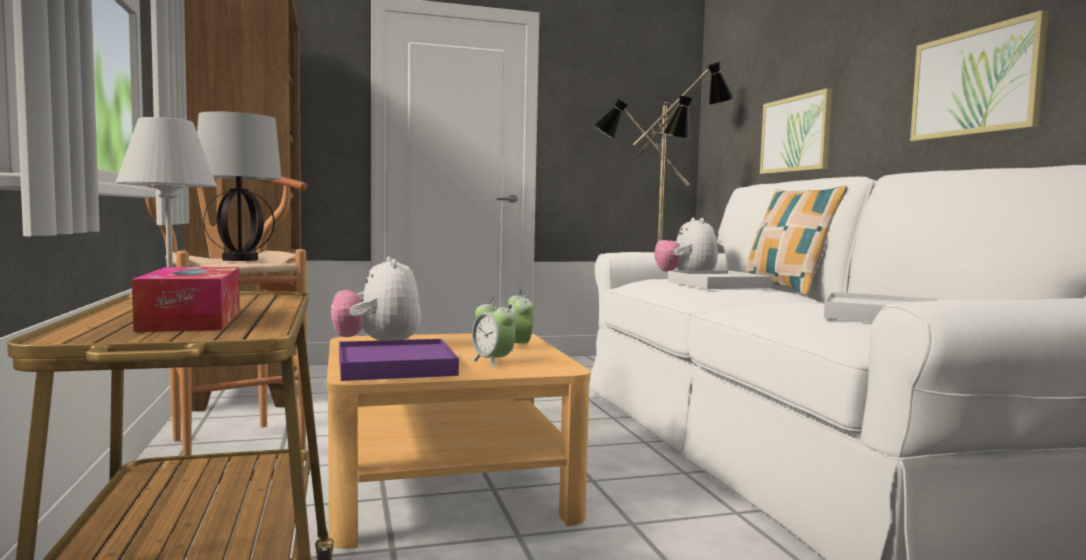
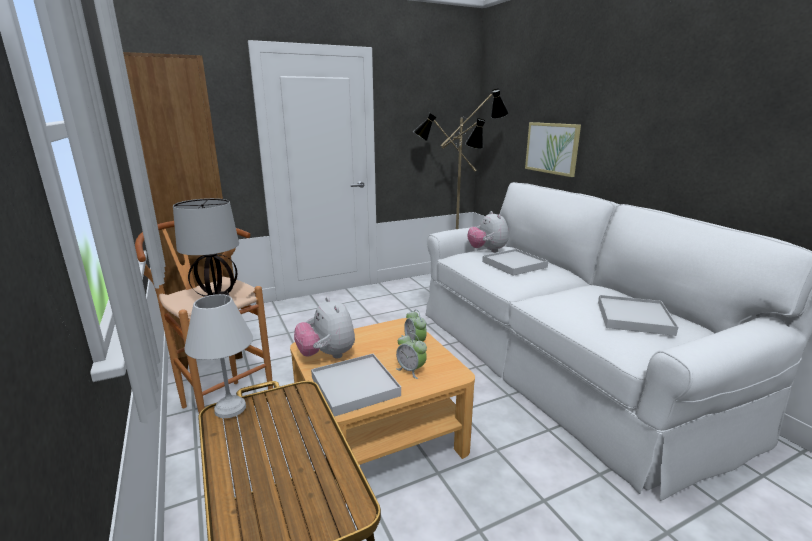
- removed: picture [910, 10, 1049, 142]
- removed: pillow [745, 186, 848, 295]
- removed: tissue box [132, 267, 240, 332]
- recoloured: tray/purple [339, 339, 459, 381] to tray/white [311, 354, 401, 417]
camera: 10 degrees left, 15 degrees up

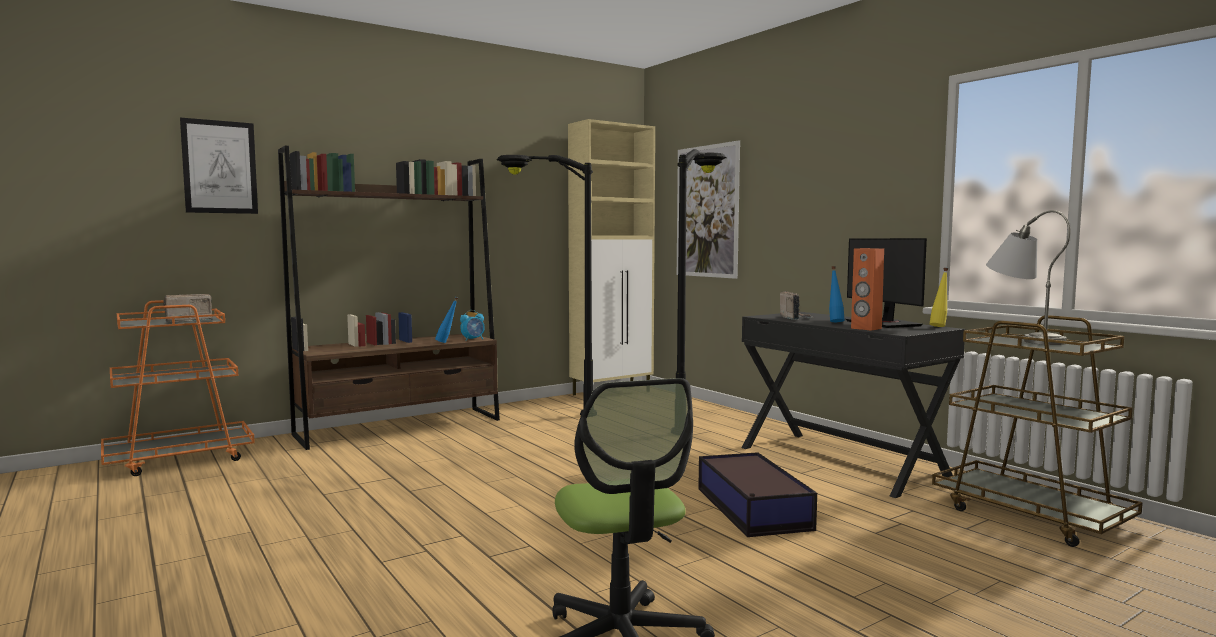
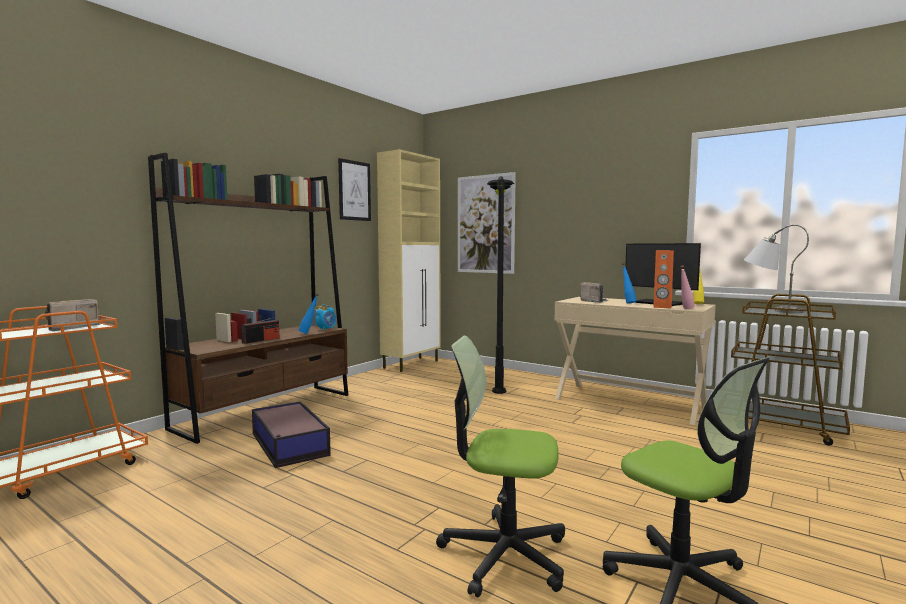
- moved: picture [180, 118, 258, 214] to [338, 158, 371, 221]
- removed: floor lamp/black [496, 155, 594, 415]
- recoloured: desk/black [742, 312, 965, 498] to desk/beige [554, 297, 716, 425]
- moved: storage box [698, 452, 817, 537] to [252, 401, 331, 468]
- added: bottle/pink [680, 265, 695, 309]
- added: radio [241, 317, 279, 344]
- added: office chair [436, 336, 565, 598]
camera: 20 degrees left, 0 degrees up

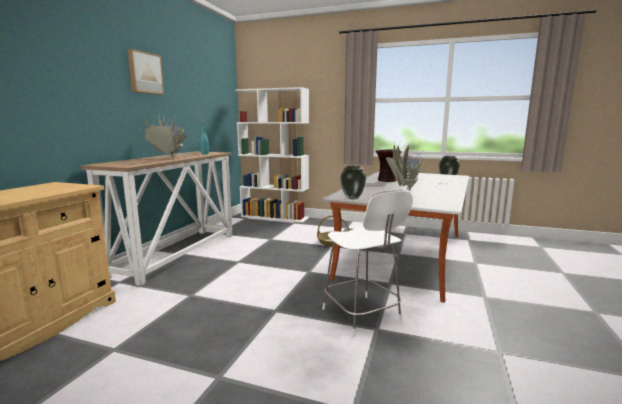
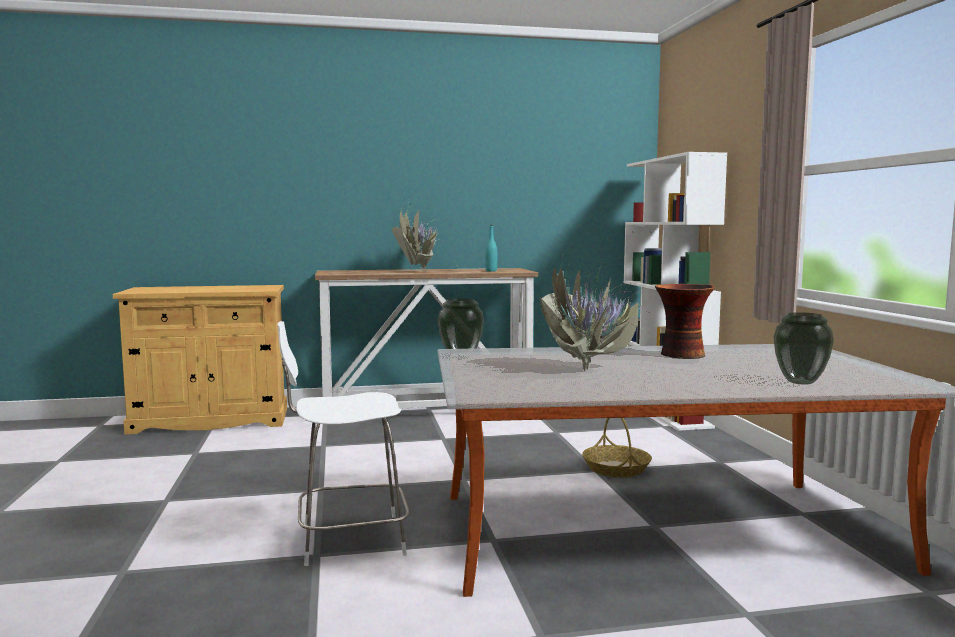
- removed: picture [127, 49, 164, 95]
- turned: chair/white [323, 191, 413, 337] = [277, 321, 410, 566] 45 degrees clockwise
camera: 60 degrees right, 5 degrees down

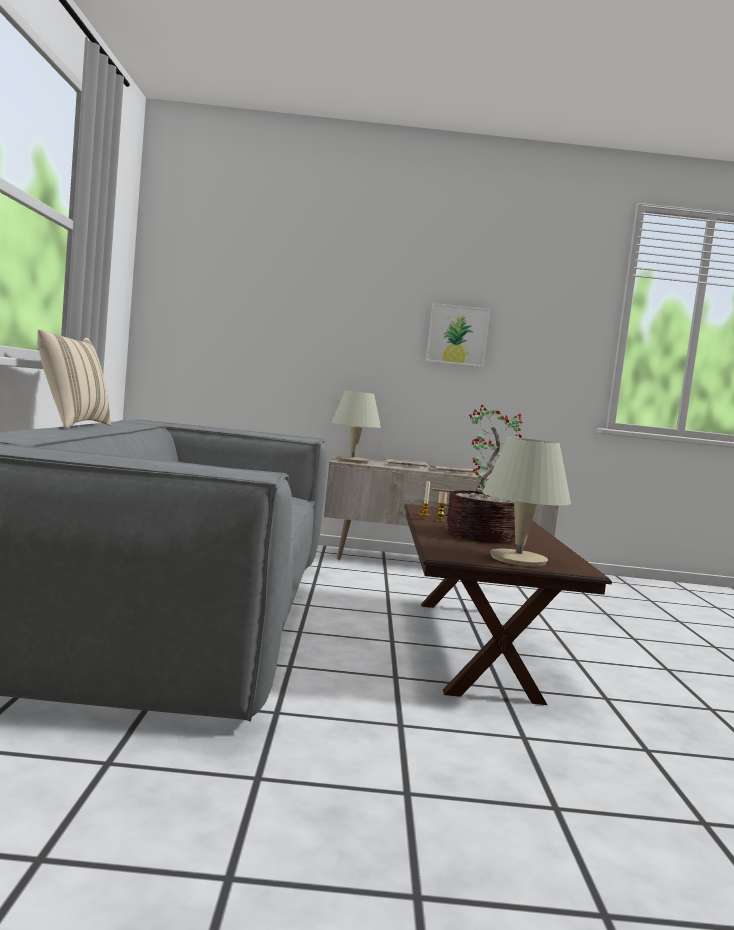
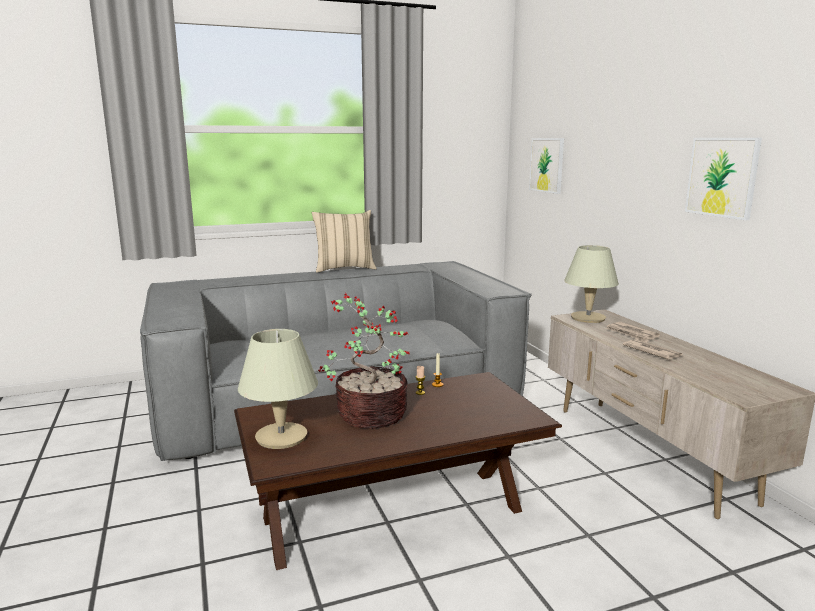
- added: picture [529, 138, 564, 194]
camera: 70 degrees right, 10 degrees up

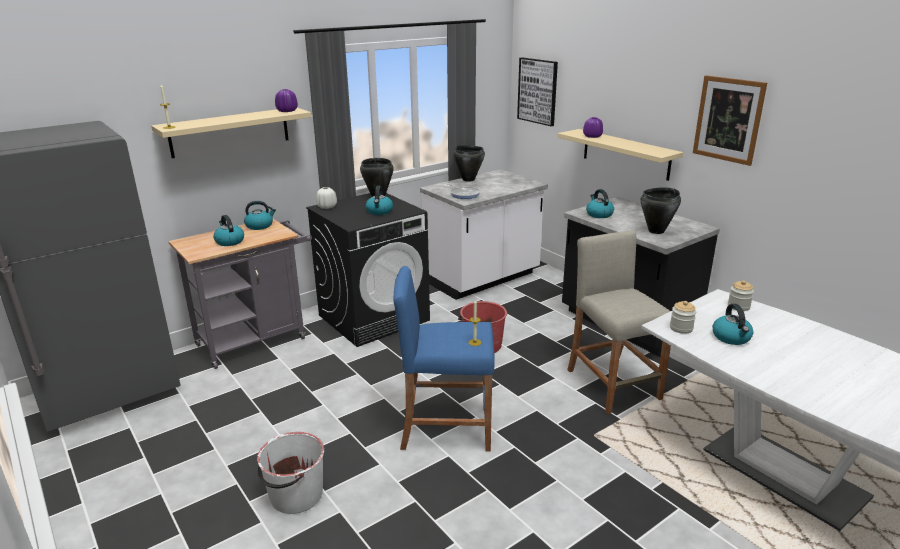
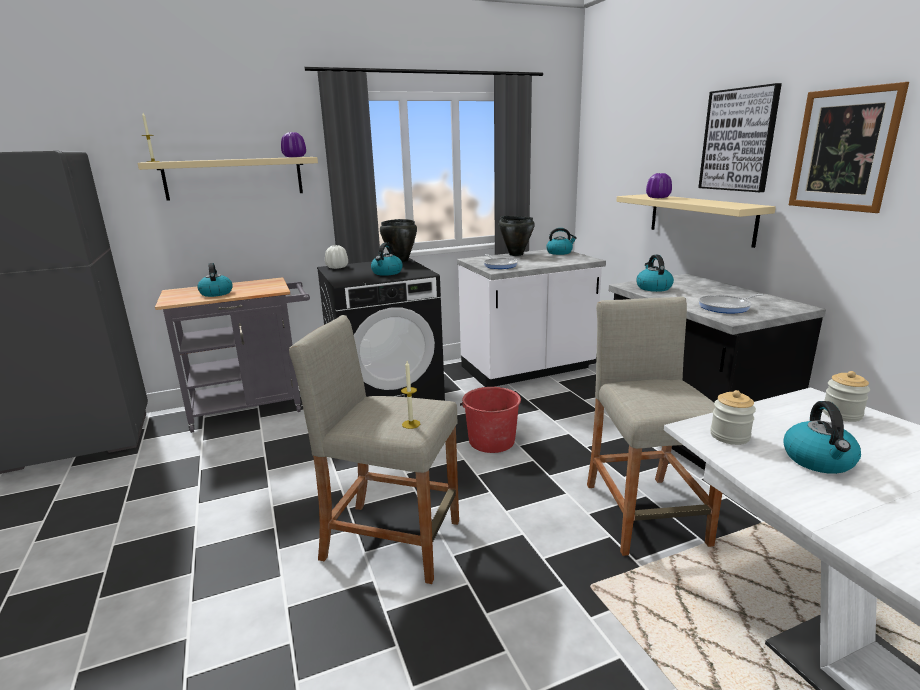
- moved: picture [517, 57, 558, 126] to [698, 83, 782, 192]
- replaced: cooking pot/black [641, 187, 681, 234] to frying pan [698, 294, 764, 314]
- moved: kettle [244, 201, 276, 230] to [546, 228, 577, 255]
- recoloured: stool/blue [394, 266, 495, 452] to stool/beige [289, 315, 459, 584]
- removed: bucket/white [257, 432, 324, 514]
camera: 15 degrees right, 5 degrees down

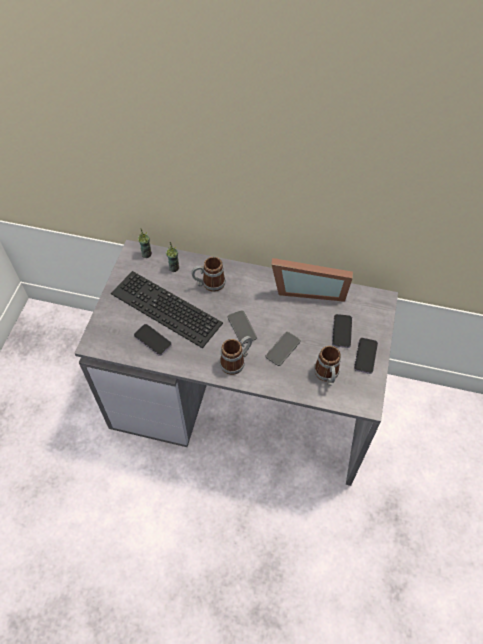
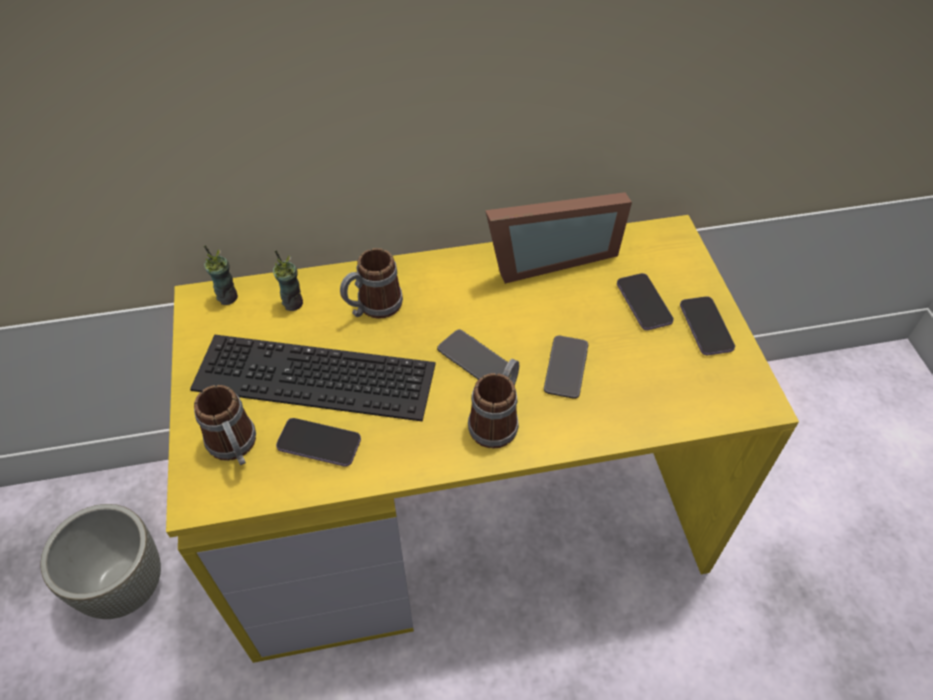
- recoloured: desk/grey [75, 240, 398, 486] to desk/yellow [166, 215, 799, 663]
- moved: mug [314, 346, 341, 386] to [194, 385, 256, 465]
- added: planter/grey [40, 504, 161, 619]
camera: 25 degrees left, 5 degrees down

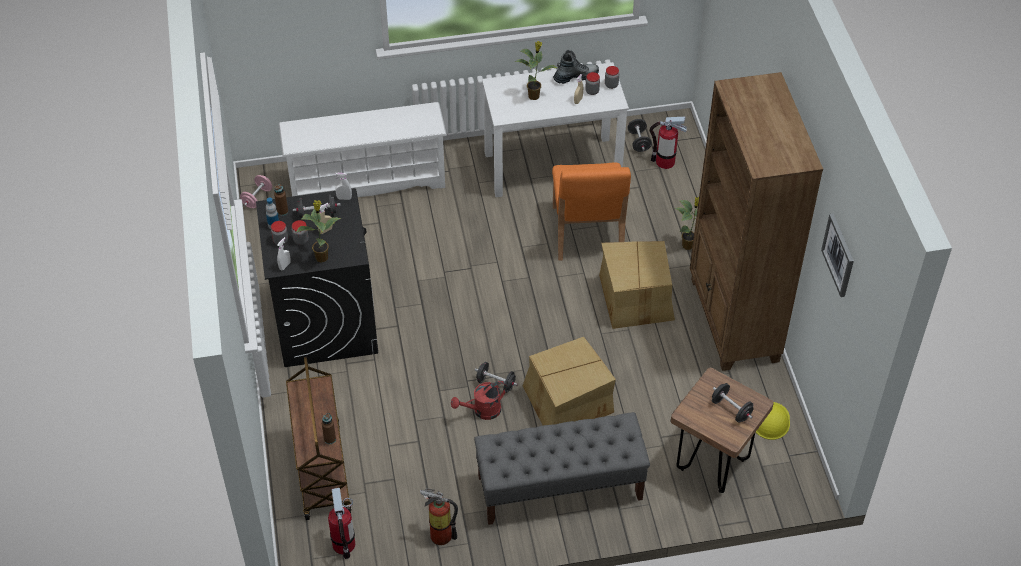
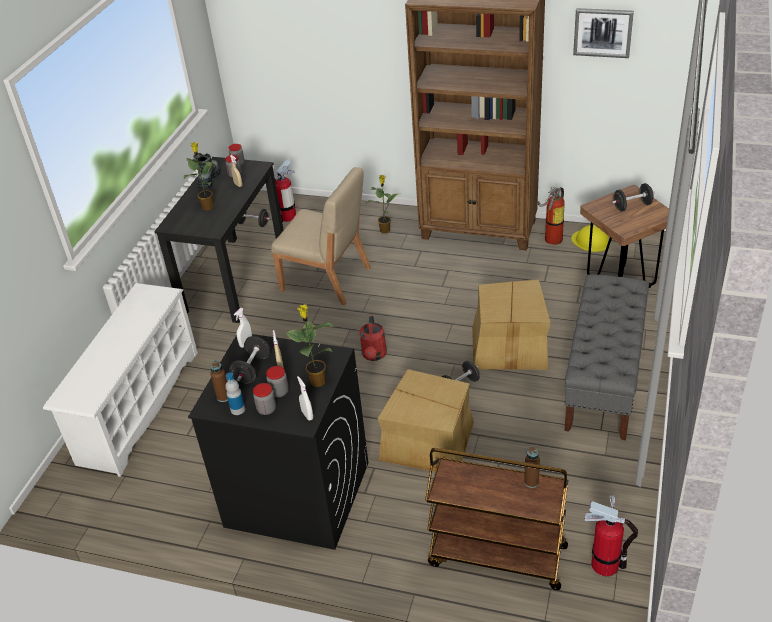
- recoloured: desk/white [482, 62, 629, 197] to desk/black [154, 157, 283, 323]
- recoloured: chair/orange [552, 162, 631, 260] to chair/beige [271, 167, 371, 306]
- removed: dumbbell/pink [240, 175, 272, 208]
- moved: cardboard box [599, 241, 675, 329] to [377, 369, 474, 472]
- moved: watering can/red [451, 381, 507, 420] to [359, 316, 387, 361]
- moved: fire extinguisher [420, 488, 458, 545] to [538, 187, 565, 245]
camera: 60 degrees left, 10 degrees down

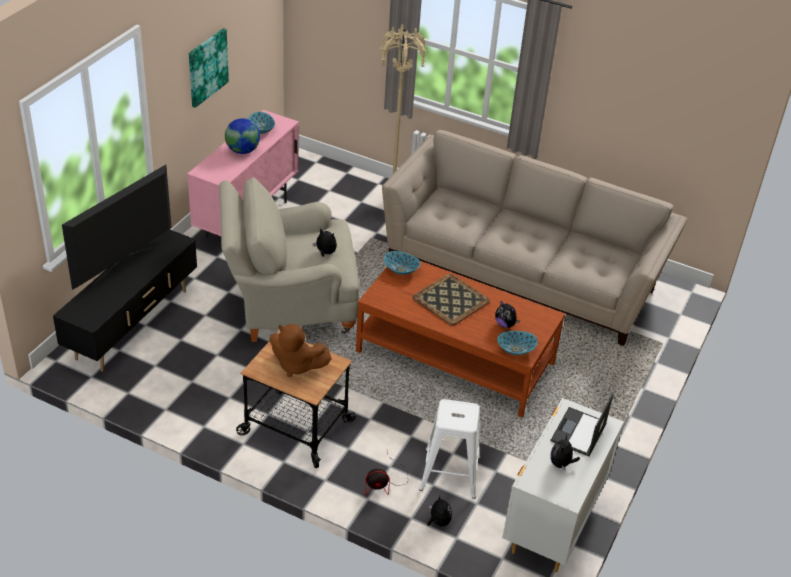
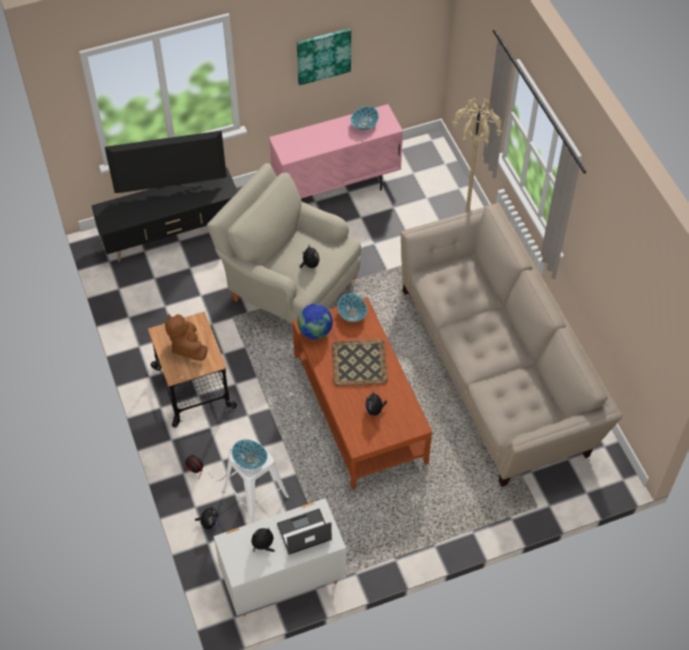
- moved: globe [225, 119, 260, 154] to [297, 304, 333, 339]
- moved: bowl [497, 331, 538, 355] to [232, 439, 268, 469]
camera: 45 degrees right, 15 degrees up

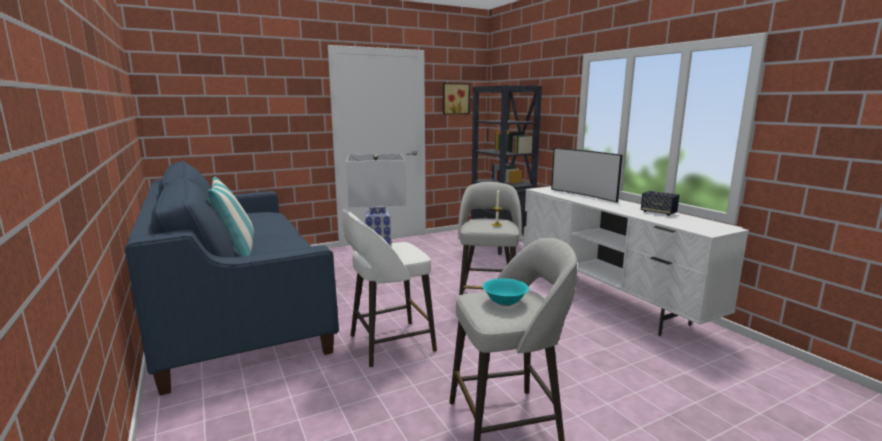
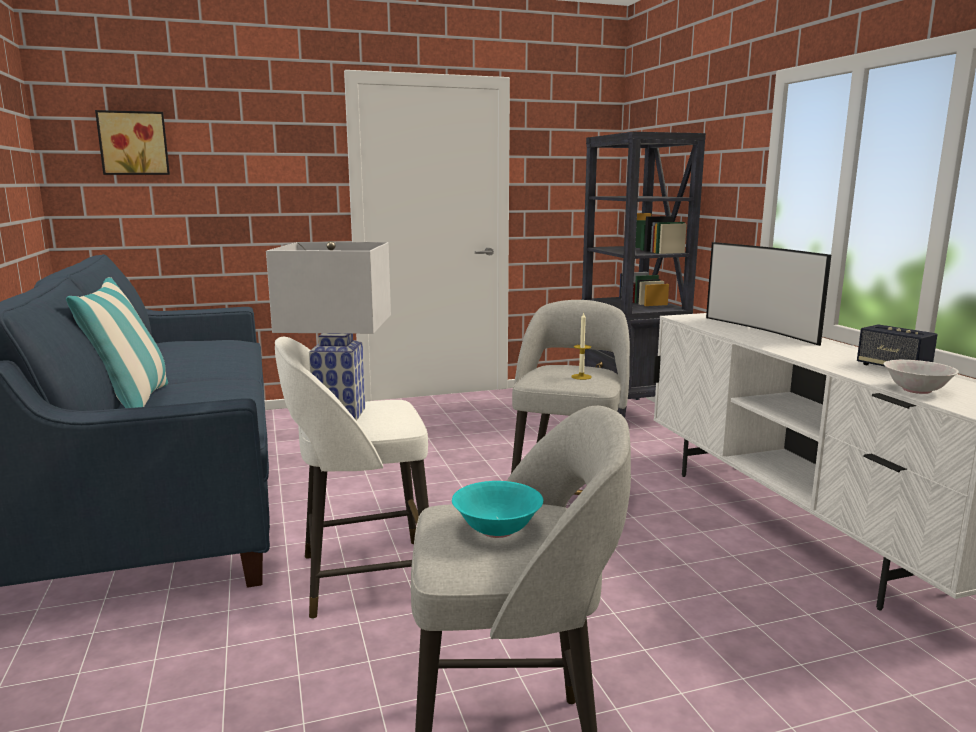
- moved: picture [443, 83, 470, 114] to [95, 110, 170, 175]
- added: bowl/white [884, 360, 959, 394]
camera: 10 degrees right, 0 degrees up

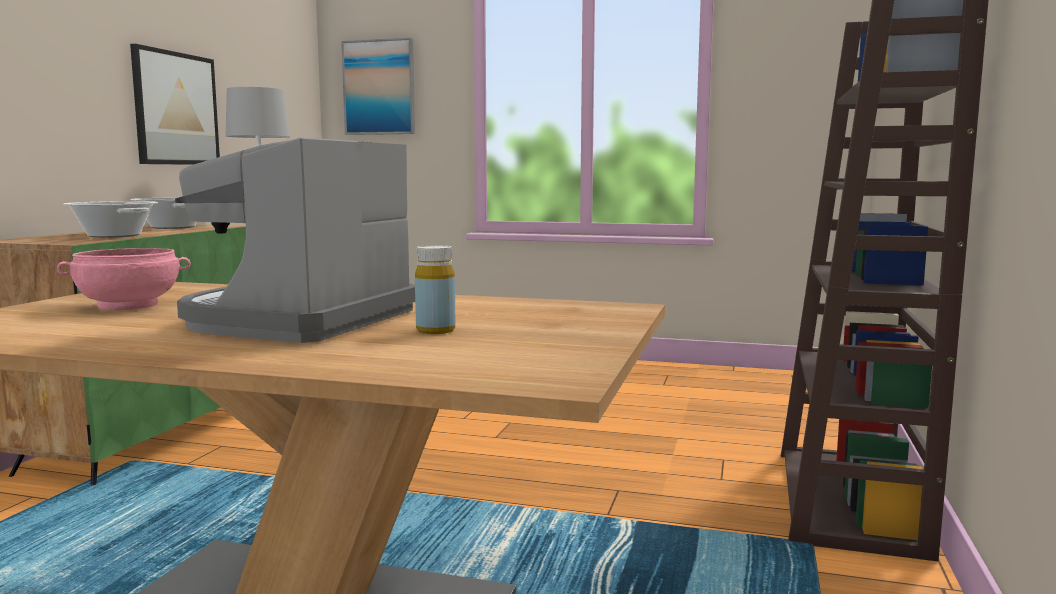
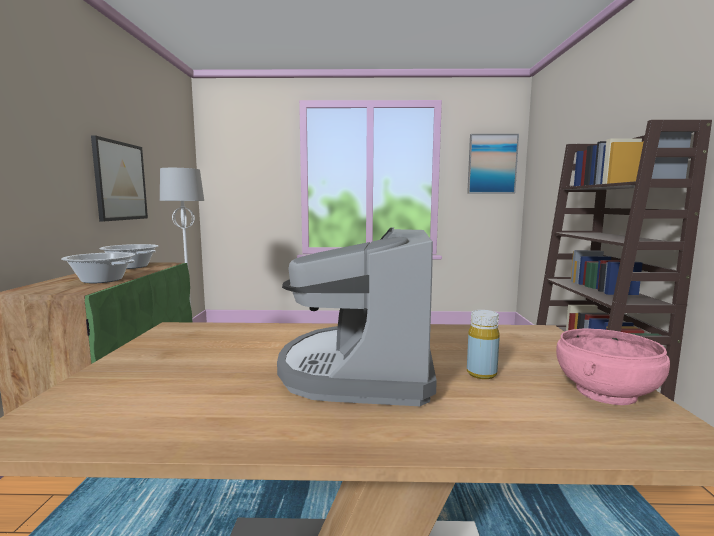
- moved: picture [341, 38, 415, 135] to [467, 134, 519, 194]
- moved: bowl/pink [57, 248, 191, 310] to [556, 329, 670, 405]
camera: 15 degrees left, 0 degrees up

